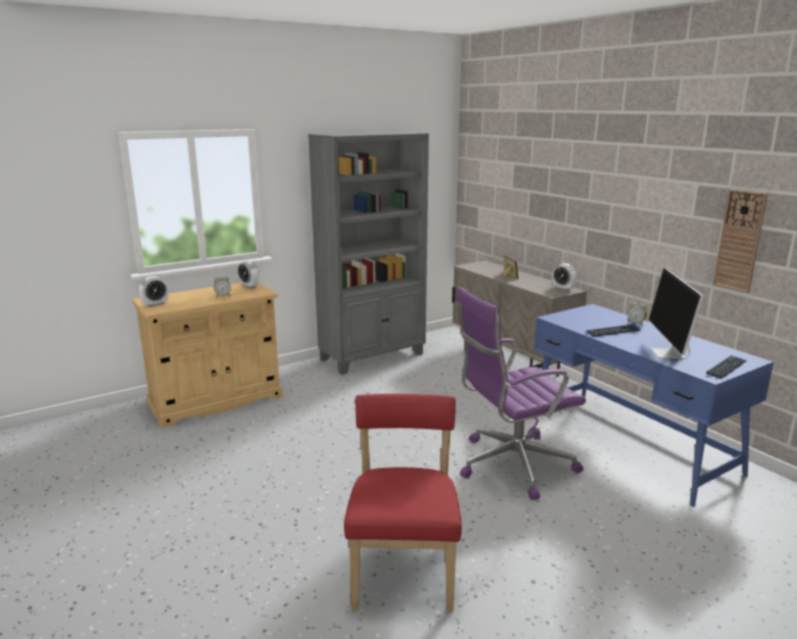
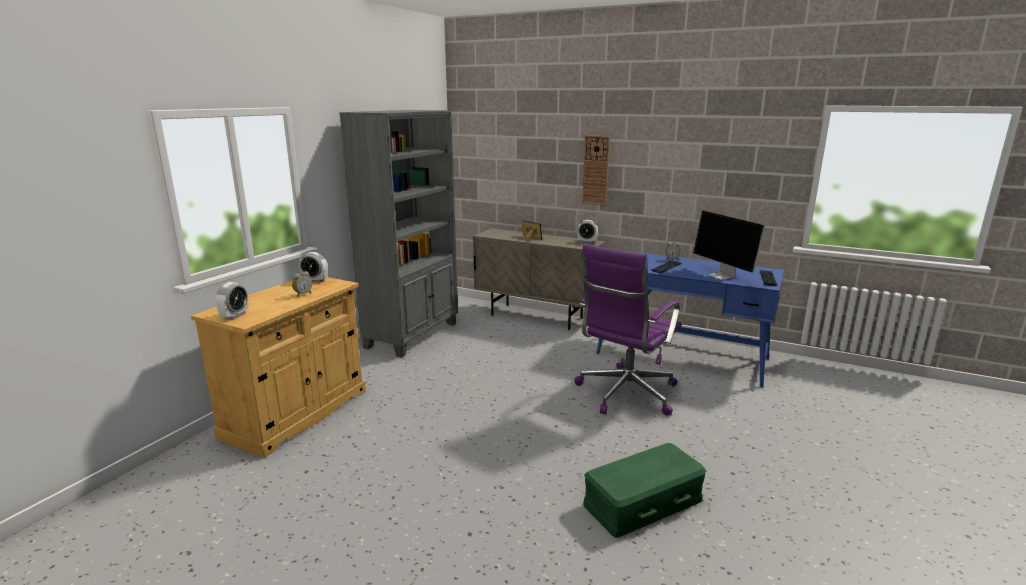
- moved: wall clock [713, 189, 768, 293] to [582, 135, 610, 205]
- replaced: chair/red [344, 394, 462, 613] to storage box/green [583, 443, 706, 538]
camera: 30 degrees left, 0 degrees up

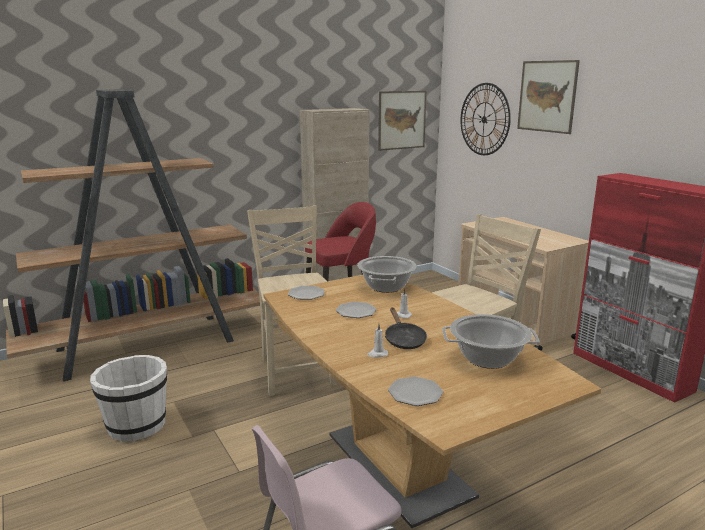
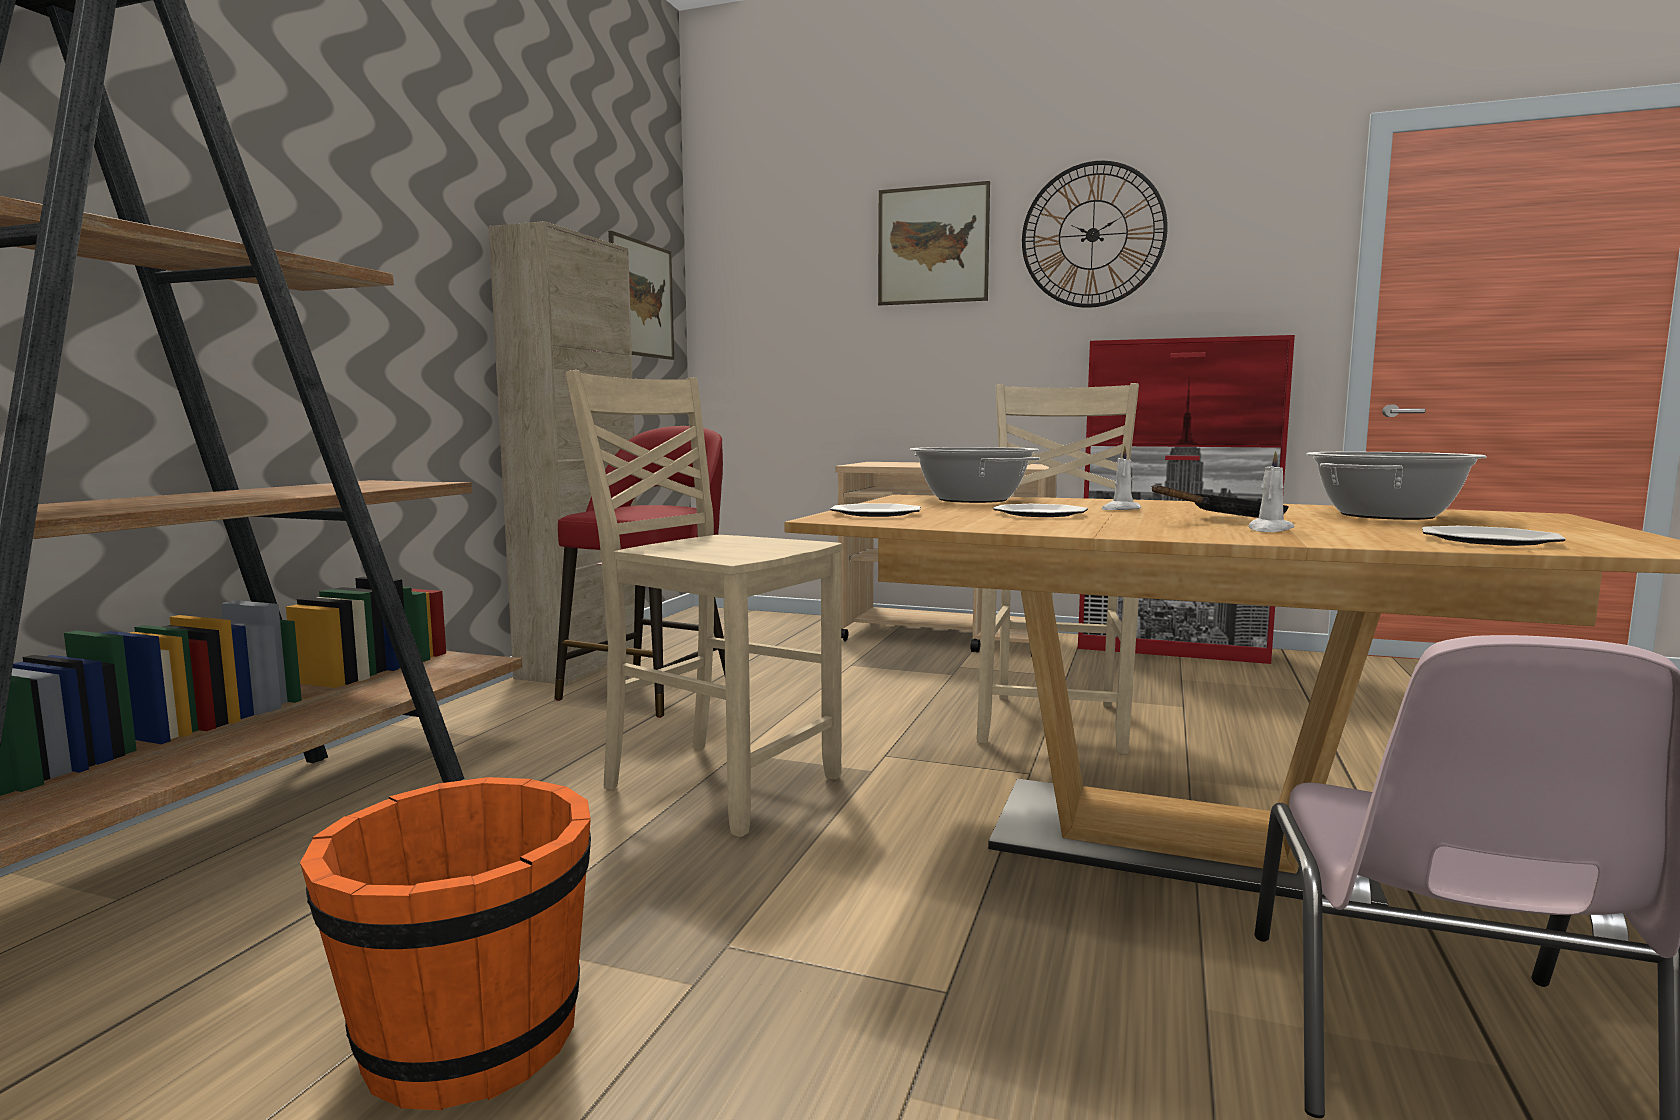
- moved: wall clock [460, 83, 511, 155] to [1022, 161, 1168, 308]
- turned: frying pan/black [385, 307, 427, 349] = [1151, 485, 1289, 518] 60 degrees counterclockwise
- recoloured: bucket/white [90, 355, 167, 442] to bucket/orange [300, 777, 591, 1110]
camera: 40 degrees left, 10 degrees down

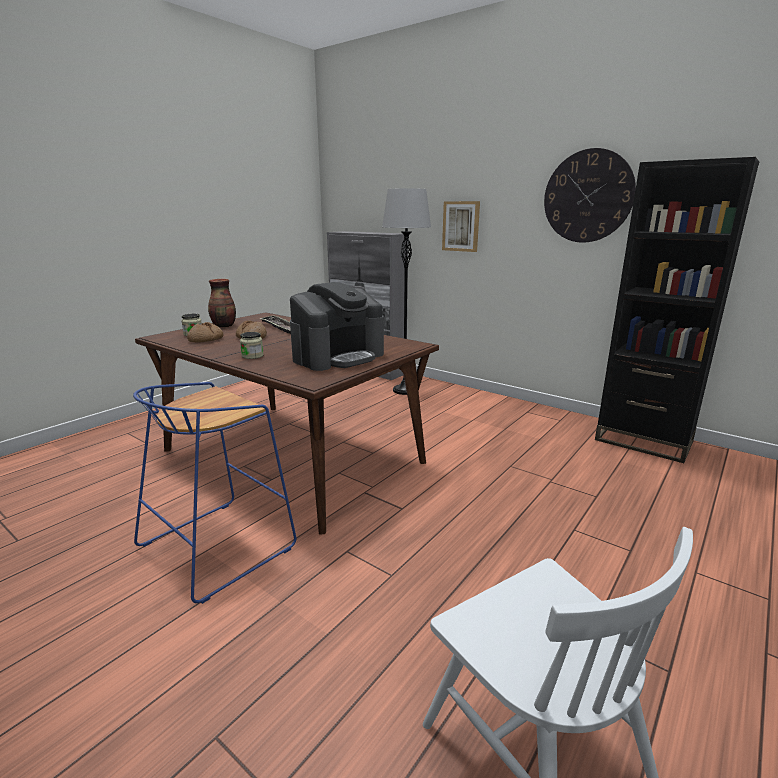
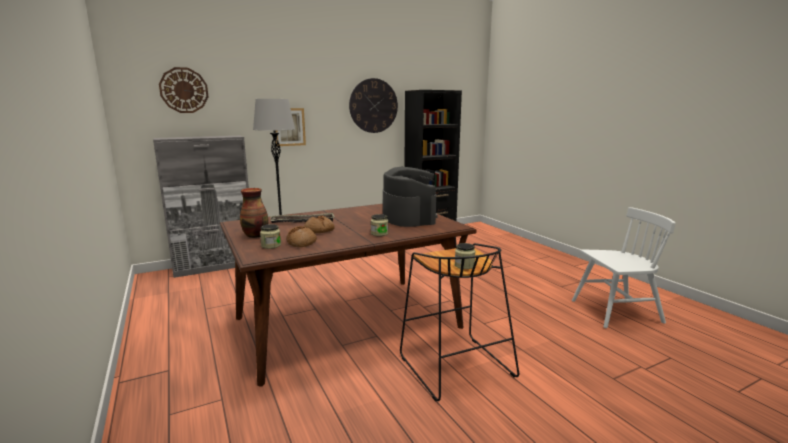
- recoloured: stool/blue [133, 382, 297, 604] to stool/black [400, 243, 519, 401]
- added: wall clock [159, 67, 209, 113]
- added: jar [455, 243, 475, 269]
camera: 65 degrees left, 5 degrees down

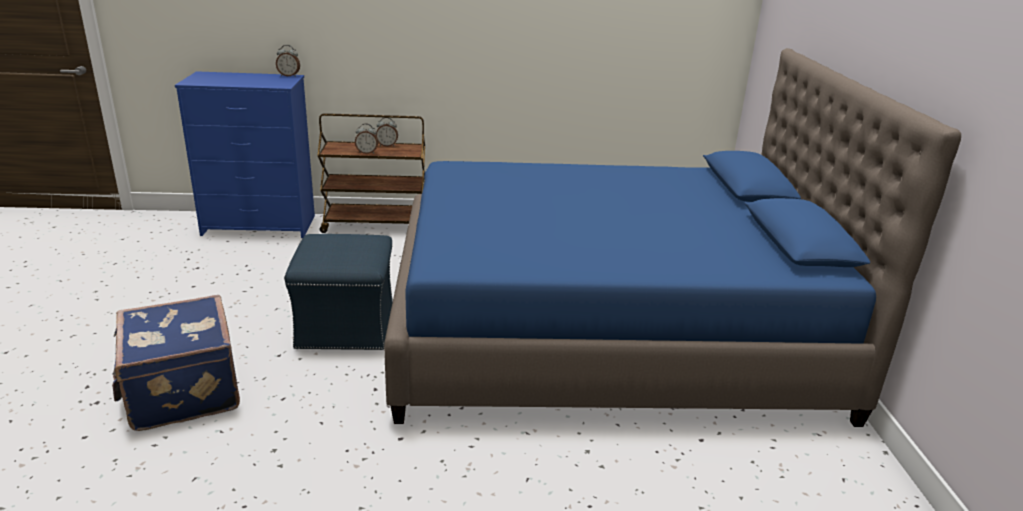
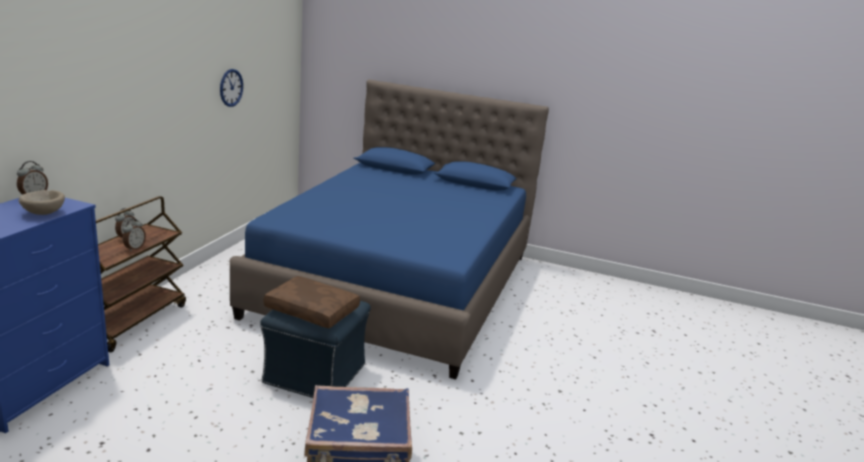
- added: wall clock [220, 69, 243, 107]
- added: bowl/beige [18, 190, 65, 215]
- added: pillow/brown [263, 276, 360, 328]
camera: 70 degrees left, 5 degrees down

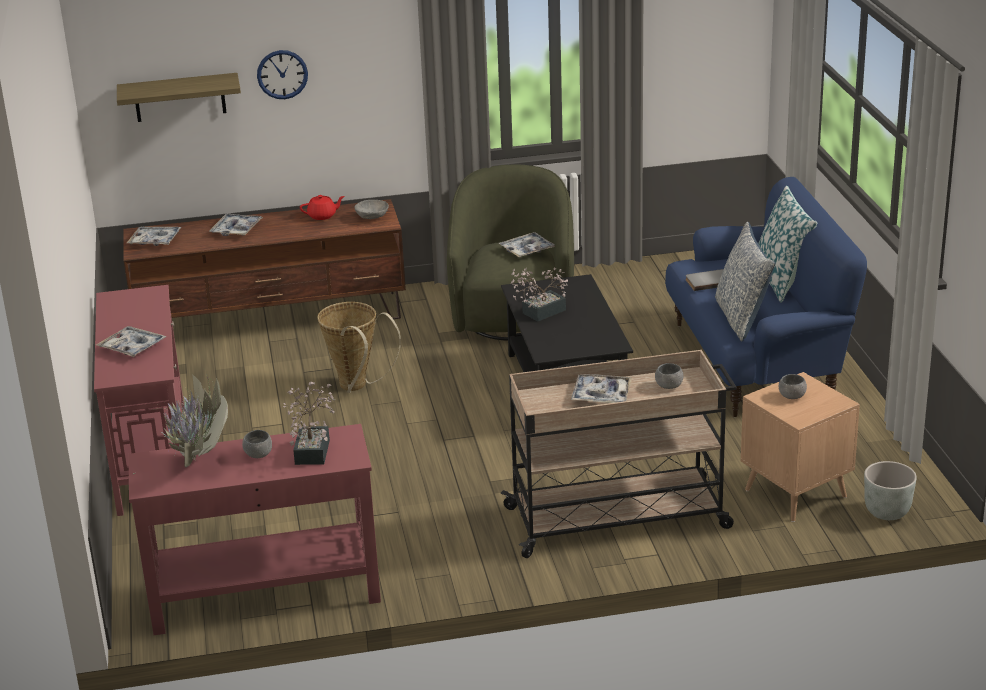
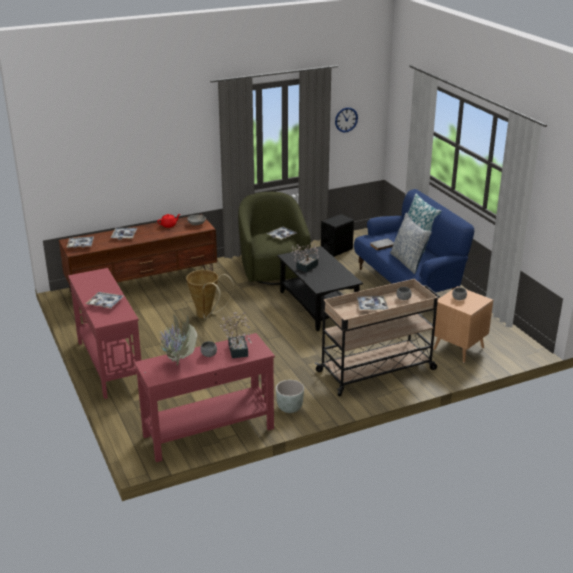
- moved: wall clock [257, 50, 308, 99] to [335, 107, 358, 132]
- removed: shelf [117, 73, 241, 122]
- moved: planter/grey [864, 461, 917, 520] to [276, 380, 304, 413]
- added: speaker/black [321, 214, 354, 257]
camera: 15 degrees left, 0 degrees up

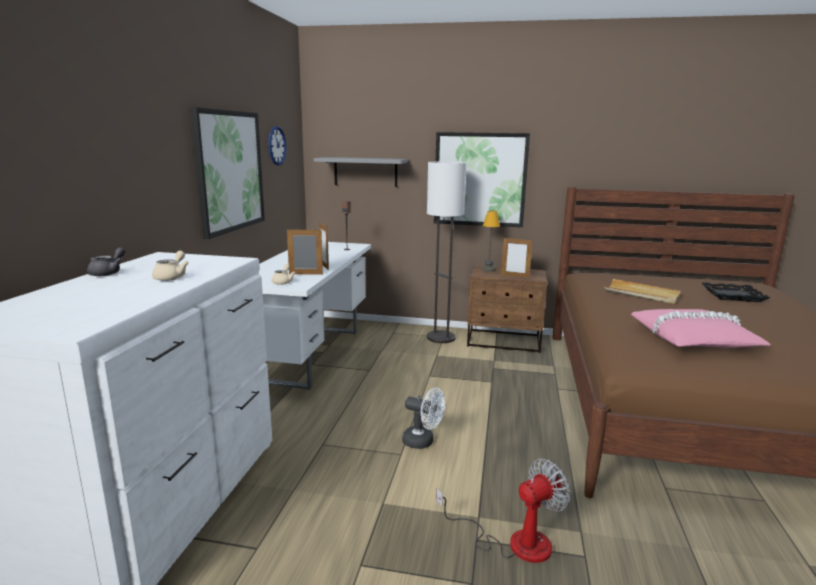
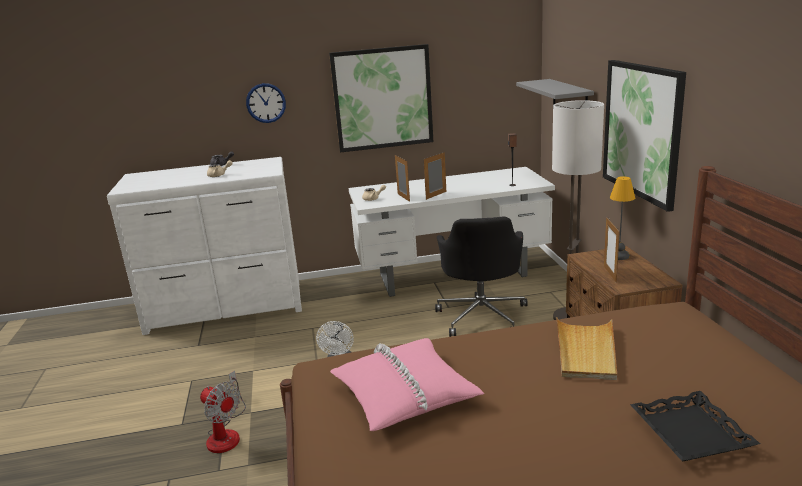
- moved: wall clock [269, 126, 286, 166] to [246, 83, 286, 123]
- added: office chair/black [435, 217, 528, 337]
camera: 70 degrees right, 5 degrees up

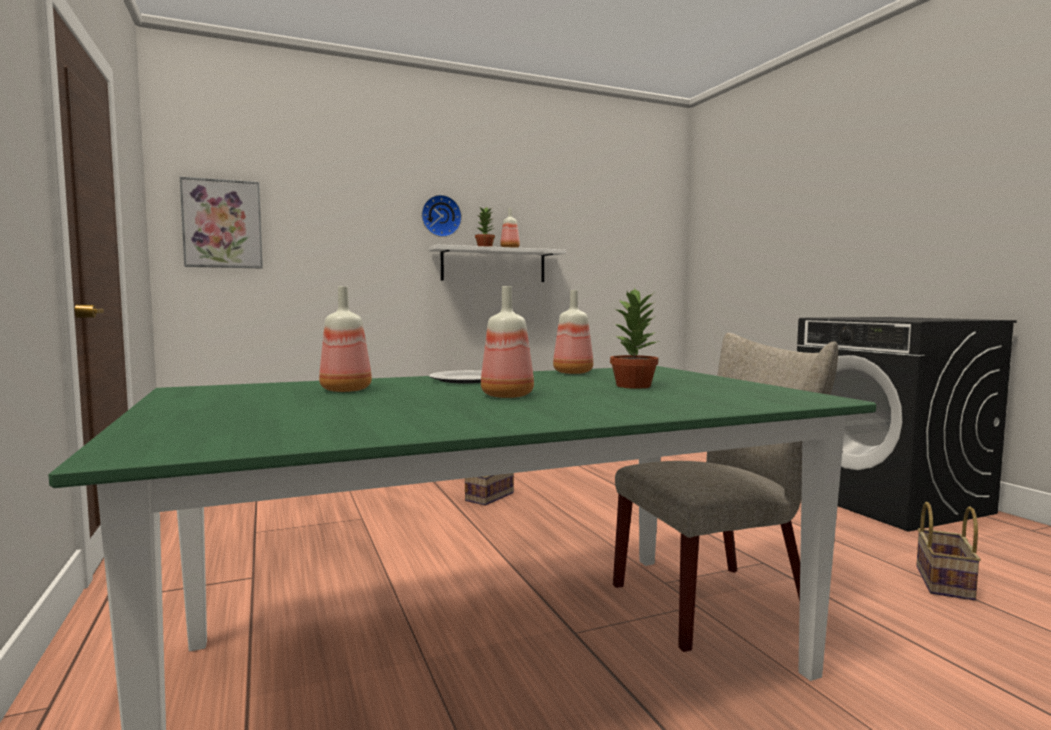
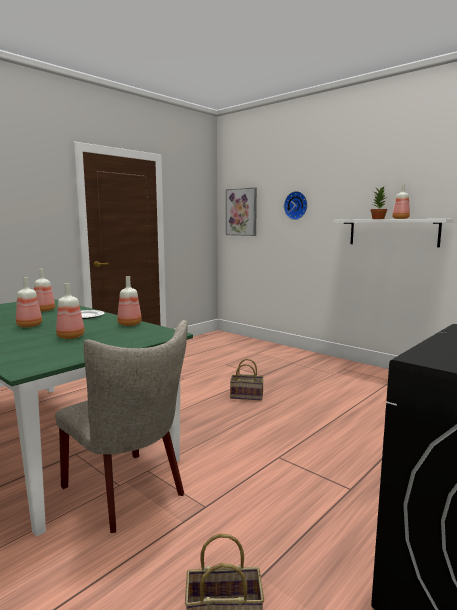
- moved: wall clock [421, 195, 462, 237] to [284, 191, 308, 220]
- replaced: potted plant [610, 288, 659, 389] to bottle [56, 283, 85, 339]
camera: 65 degrees right, 5 degrees up

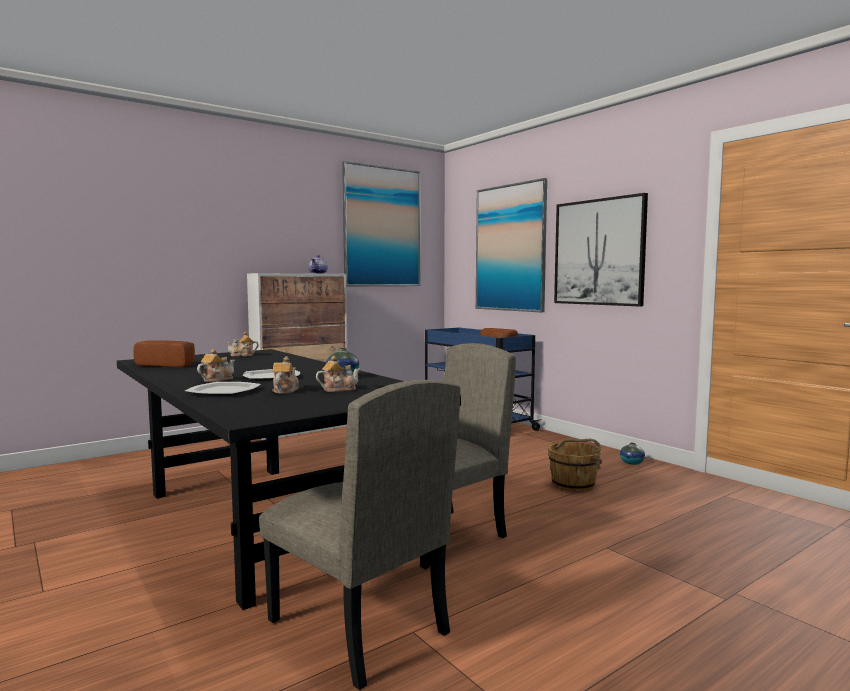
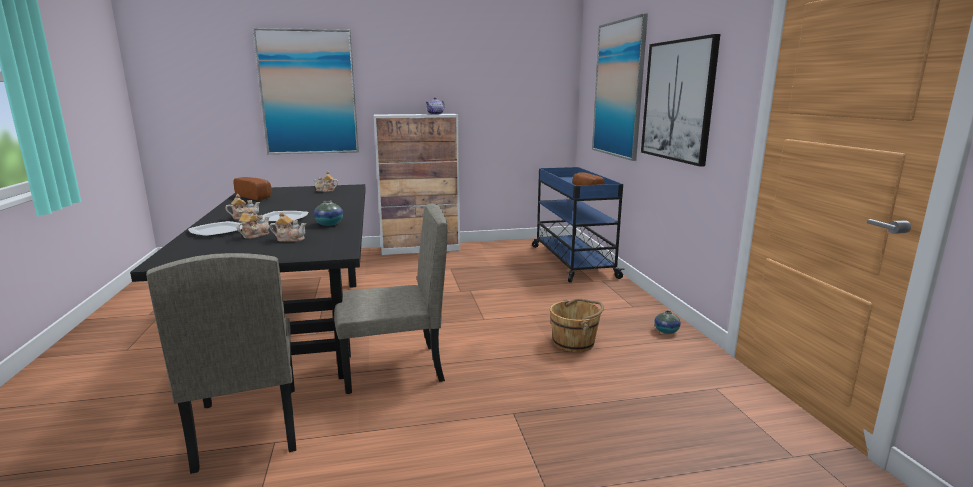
- moved: picture [342, 161, 420, 287] to [253, 28, 359, 154]
camera: 25 degrees right, 10 degrees up

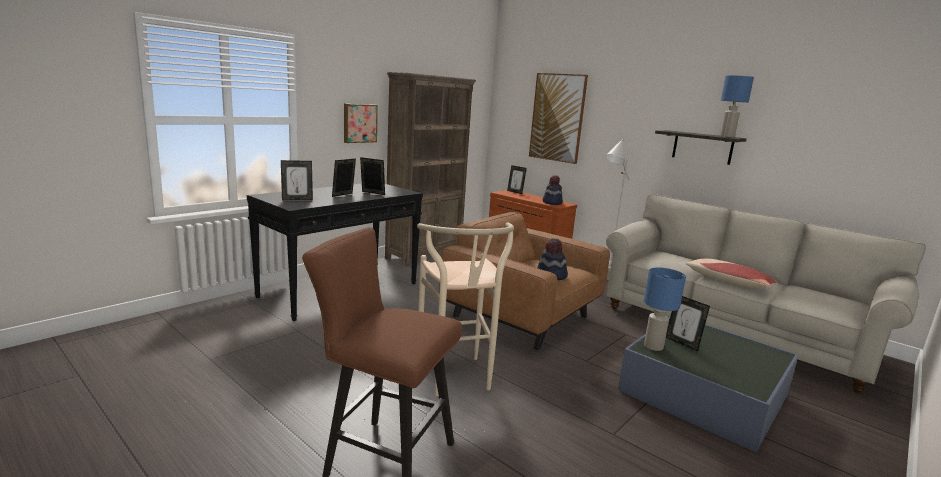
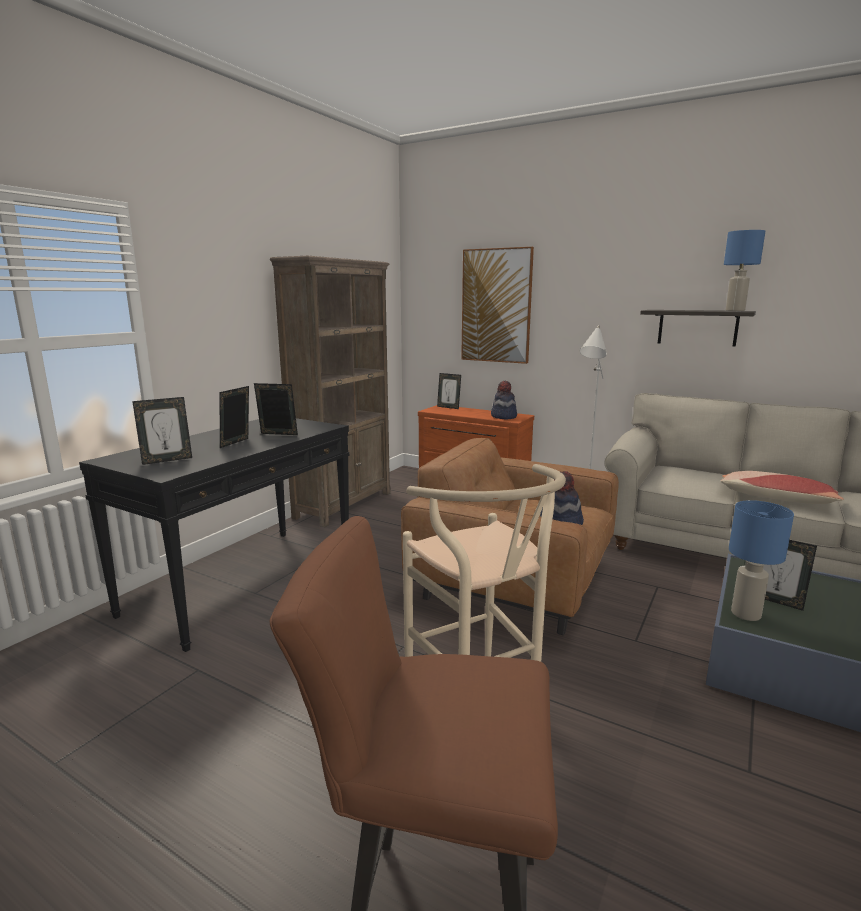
- removed: picture [344, 104, 378, 143]
camera: 10 degrees left, 0 degrees up

